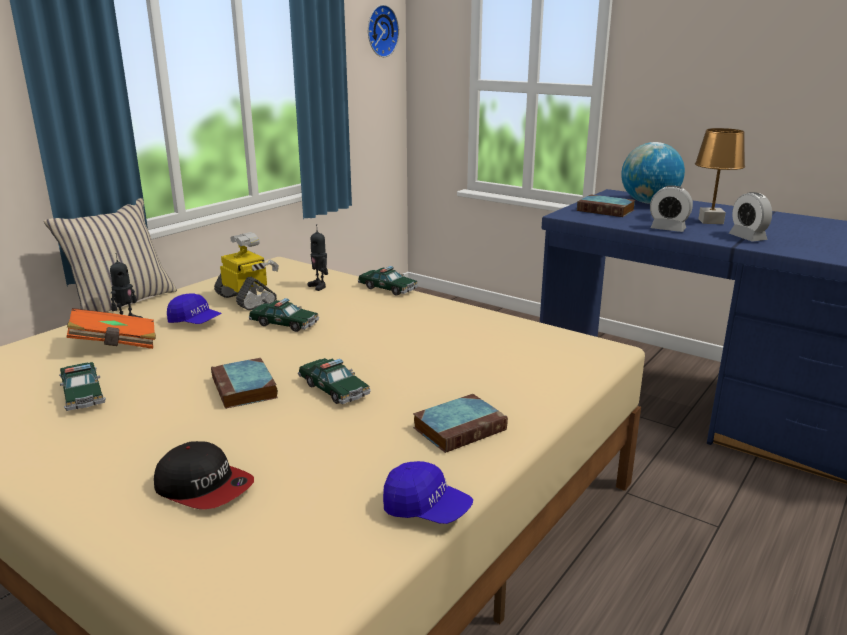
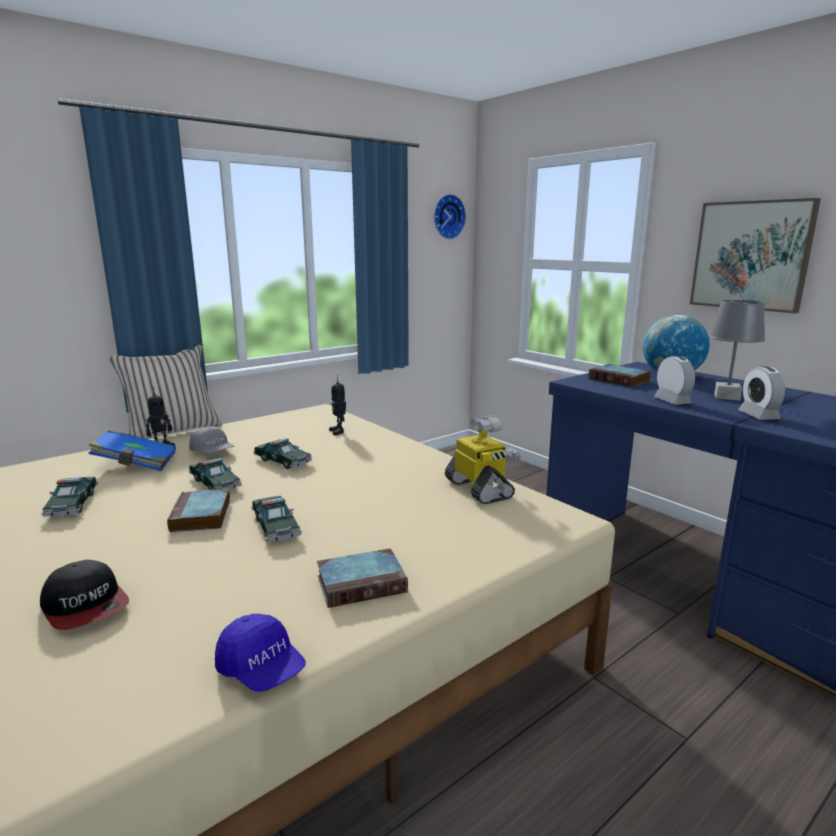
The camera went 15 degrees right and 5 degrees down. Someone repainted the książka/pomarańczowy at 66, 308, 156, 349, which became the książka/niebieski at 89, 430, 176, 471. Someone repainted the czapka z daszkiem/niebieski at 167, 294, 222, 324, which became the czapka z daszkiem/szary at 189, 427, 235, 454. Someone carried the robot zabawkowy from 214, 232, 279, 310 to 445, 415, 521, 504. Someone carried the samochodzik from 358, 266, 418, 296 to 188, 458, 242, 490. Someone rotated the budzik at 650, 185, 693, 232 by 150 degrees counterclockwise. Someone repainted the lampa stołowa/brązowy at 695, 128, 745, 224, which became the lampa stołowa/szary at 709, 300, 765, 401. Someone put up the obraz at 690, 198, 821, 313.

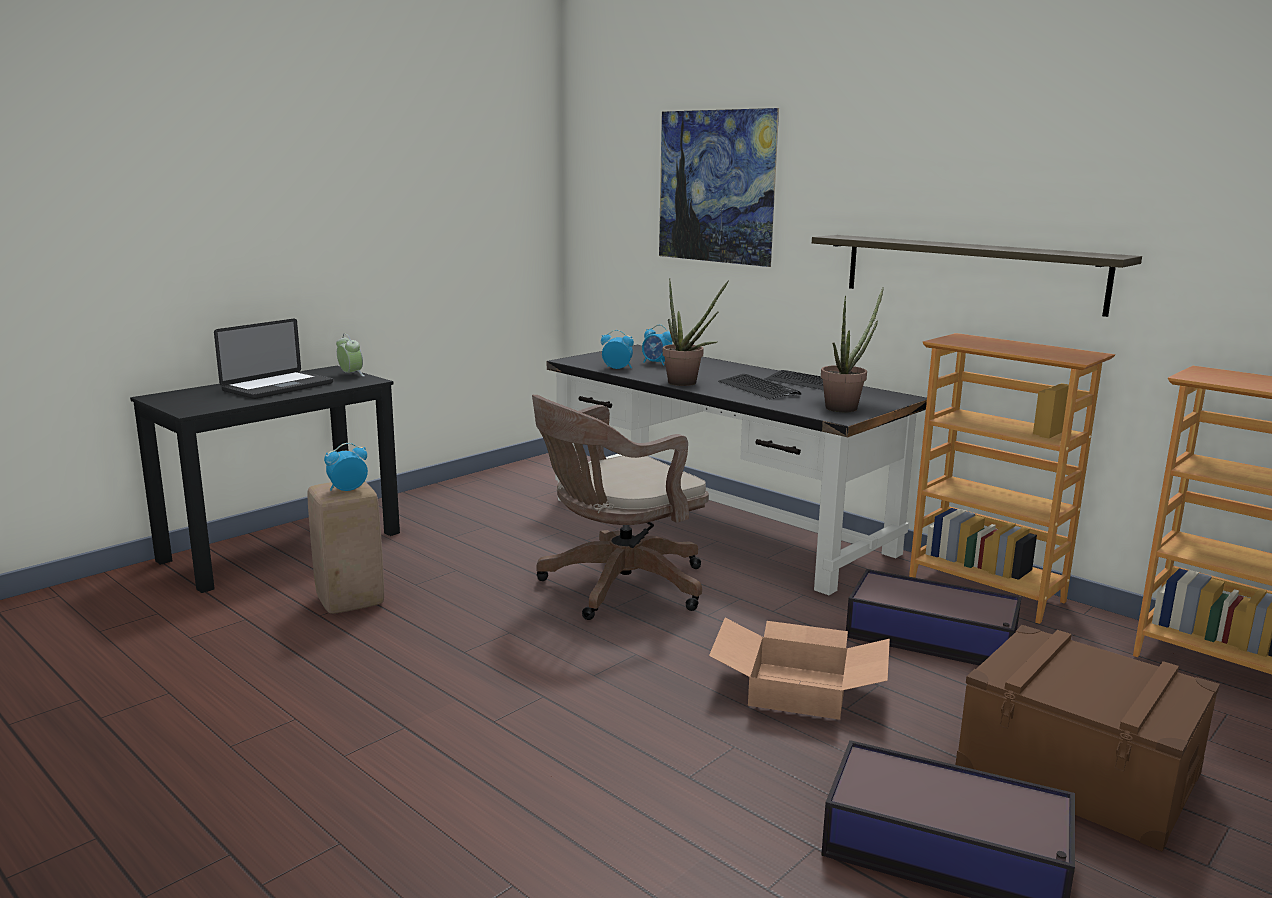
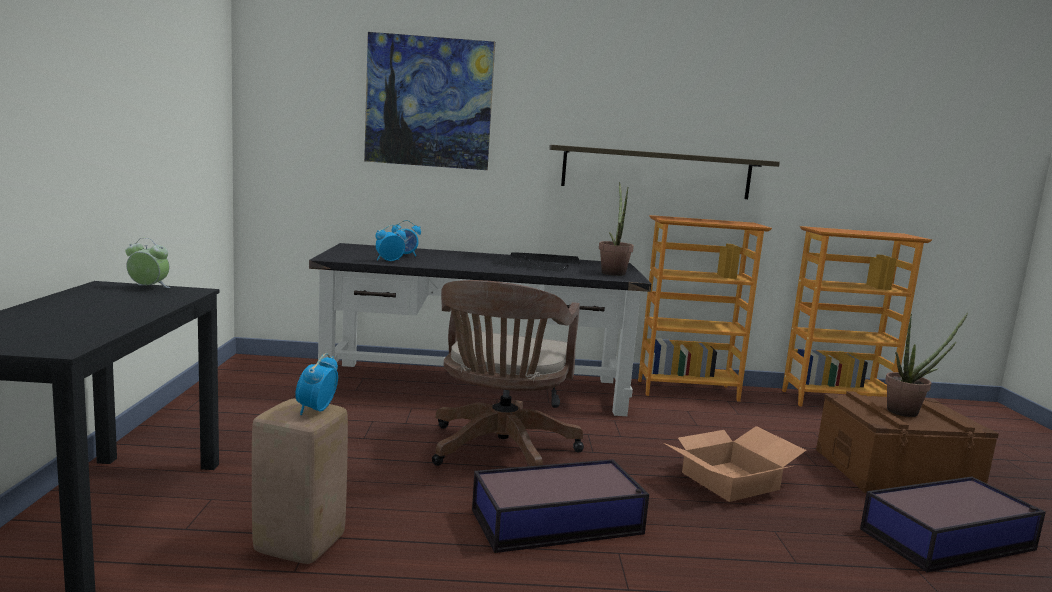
The camera went 45 degrees left and 5 degrees down. Someone took away the laptop at 214, 319, 333, 399. Someone carried the roślina doniczkowa from 663, 278, 729, 386 to 885, 313, 968, 417. Someone carried the pojemnik do przechowywania from 846, 569, 1022, 666 to 472, 459, 649, 553.

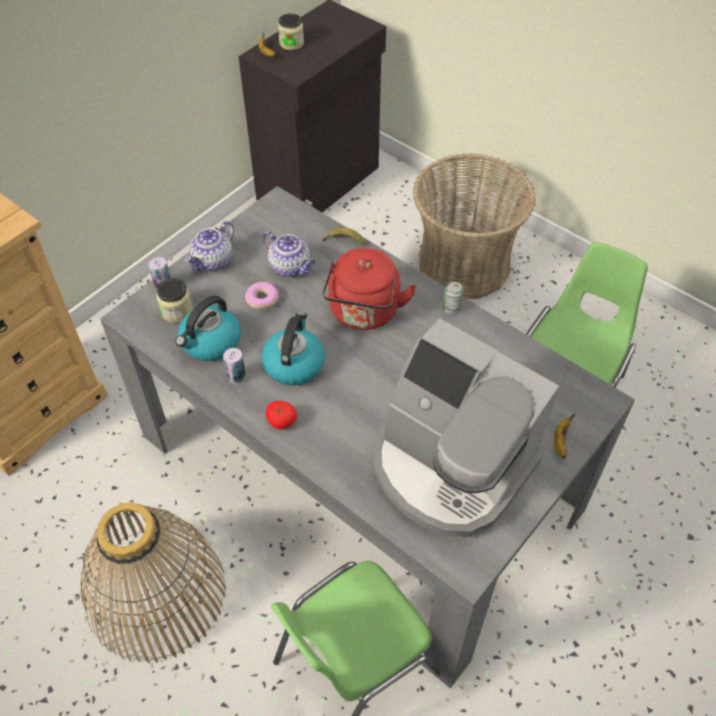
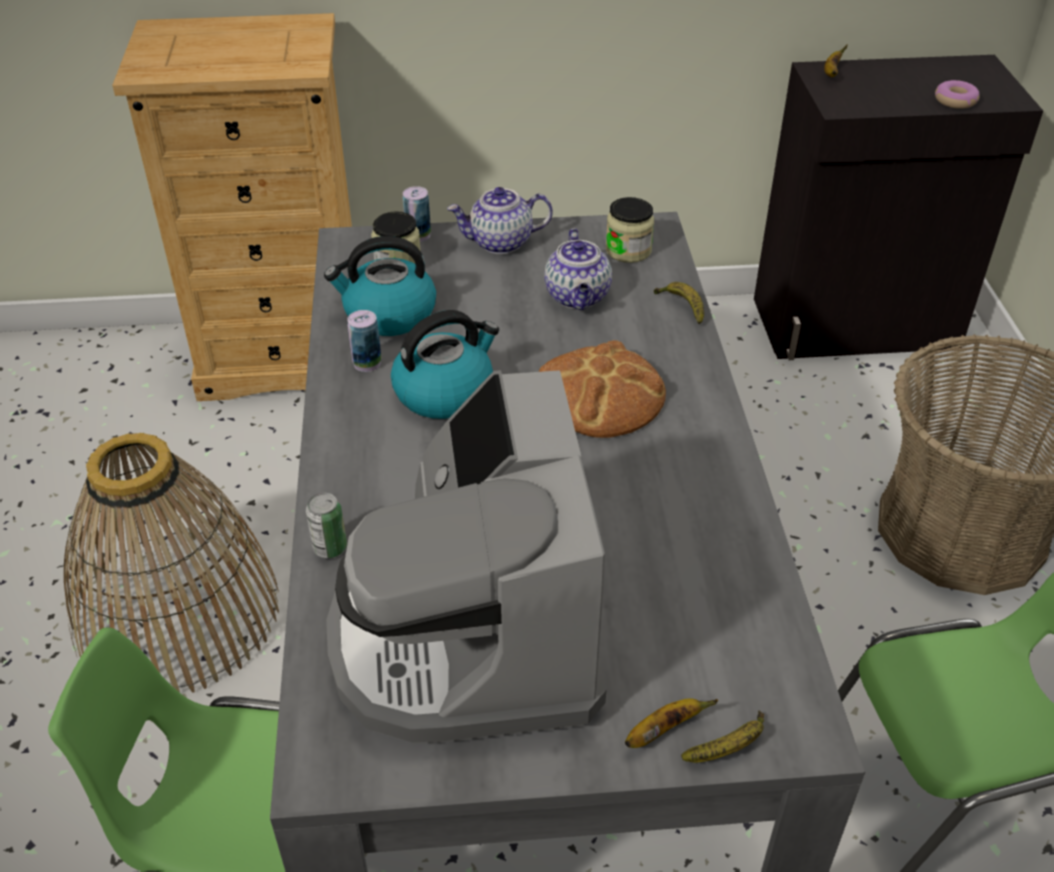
The camera went 45 degrees right and 10 degrees down. Someone carried the donut from 245, 282, 279, 310 to 935, 80, 980, 109. Someone took away the pomidor at 266, 401, 297, 429. Someone carried the słoik from 278, 13, 304, 50 to 606, 197, 654, 263. Someone swapped the czajnik/czerwony at 322, 248, 416, 330 for the chleb at 539, 340, 666, 438. Someone carried the puszka from 443, 282, 463, 315 to 306, 493, 347, 558. Someone put down the banan at 681, 711, 764, 763.

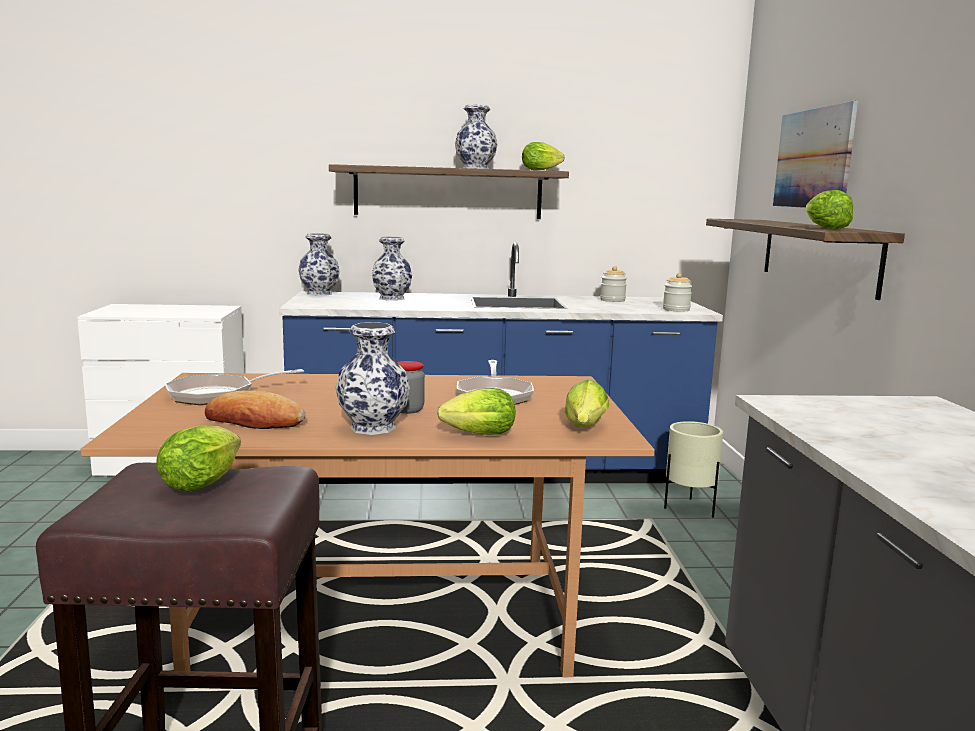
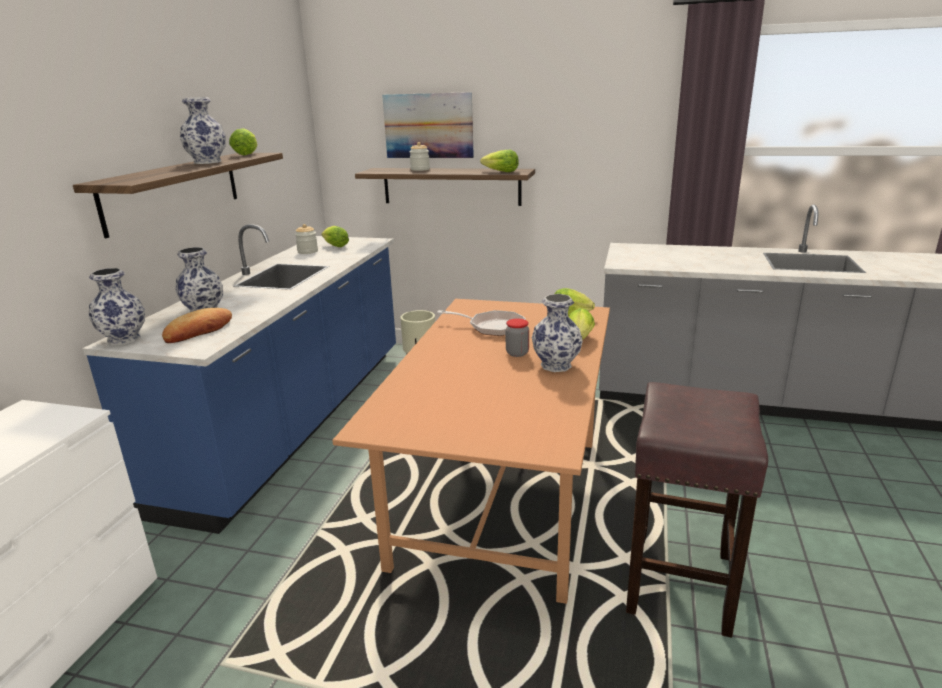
The camera went 70 degrees left and 10 degrees up. Someone carried the sałata from 156, 426, 241, 492 to 322, 226, 349, 247. Someone took away the patelnia at 165, 369, 304, 405. Someone carried the chleb from 205, 390, 305, 429 to 162, 308, 232, 343. Someone carried the słoik from 663, 273, 692, 312 to 409, 142, 430, 171.

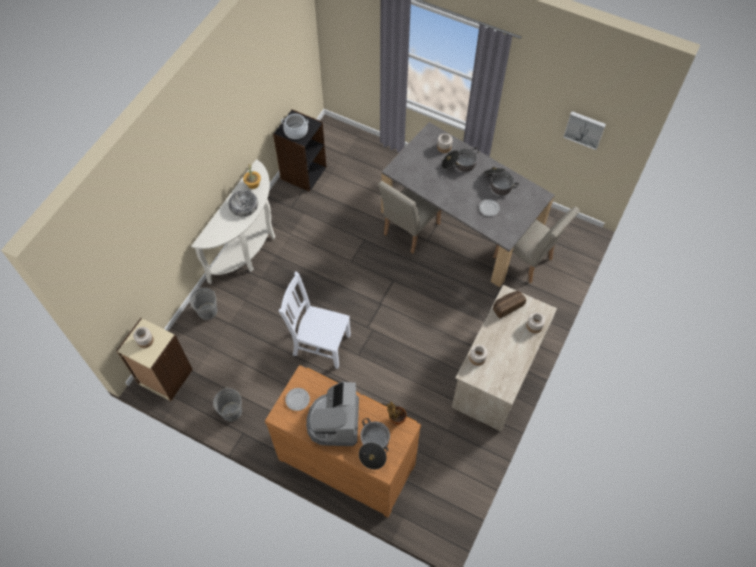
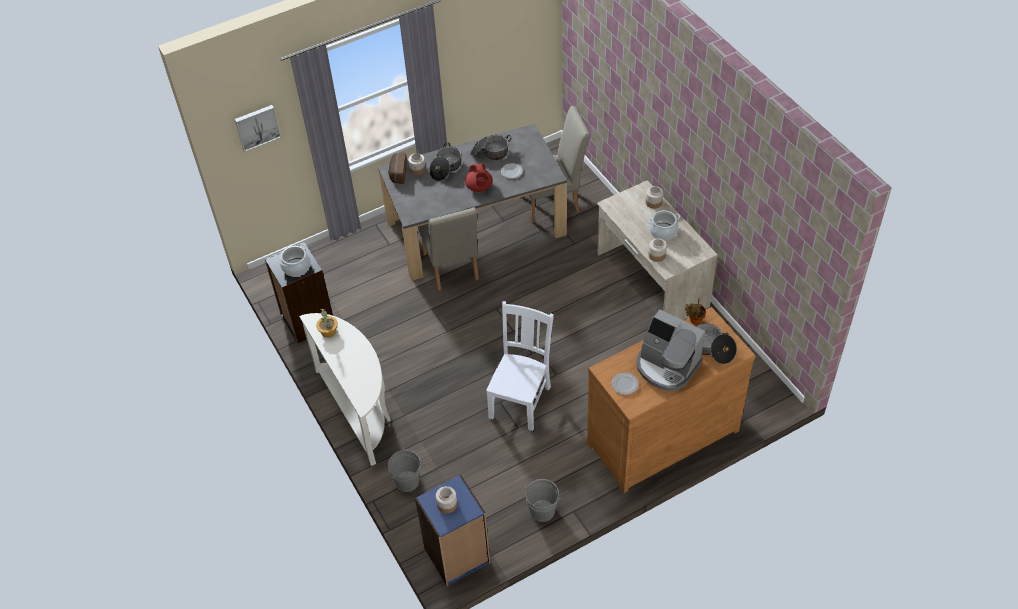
The camera went 55 degrees left and 10 degrees down. Someone repainted the regał/beżowy at 116, 318, 193, 401, which became the regał/niebieski at 415, 475, 491, 586. Someone took away the miska at 229, 190, 258, 217. Someone rotated the krzesło/biały at 279, 271, 351, 369 by 150 degrees clockwise. Someone carried the chleb from 493, 291, 526, 318 to 388, 152, 407, 184. Someone carried the obraz from 563, 111, 606, 150 to 235, 105, 281, 152. Someone put down the imbryk/czerwony at 465, 163, 493, 192. Someone put down the garnek at 649, 210, 680, 240.

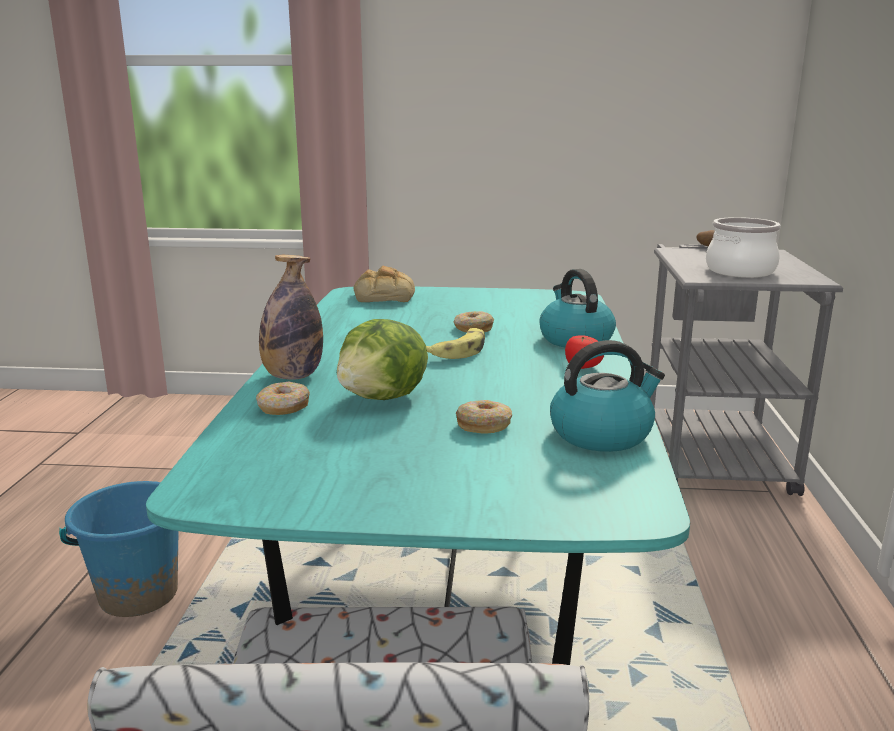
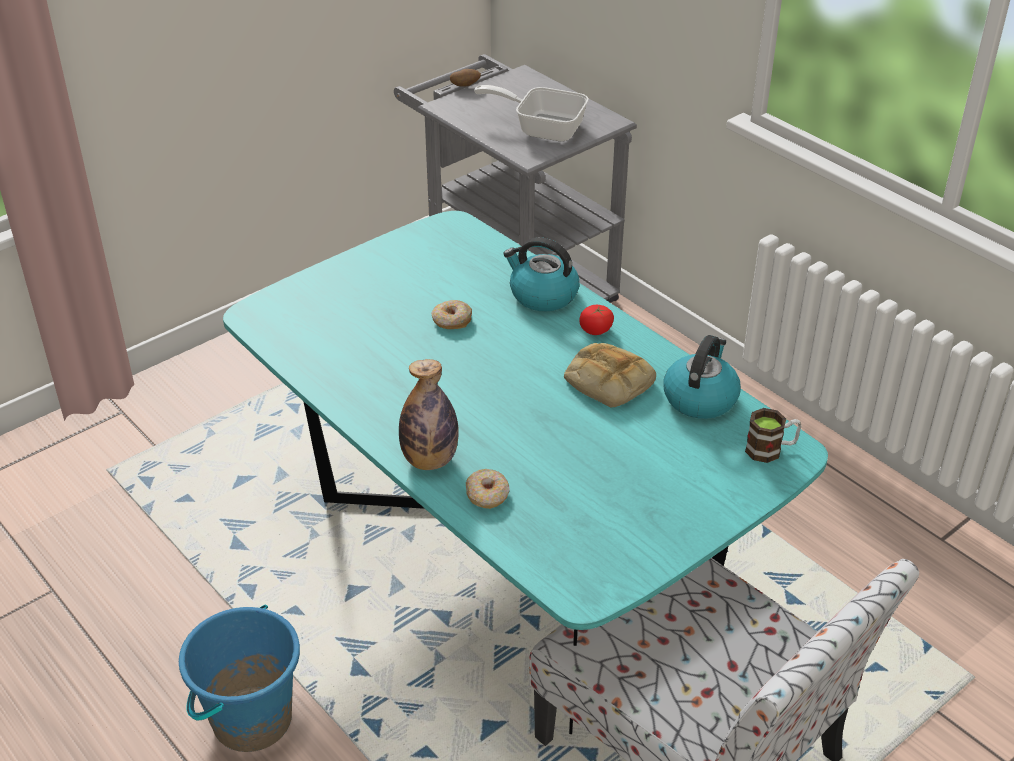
The camera went 45 degrees left and 20 degrees up. Someone took away the sałata at 337, 319, 428, 400. Someone carried the chleb from 353, 266, 415, 302 to 564, 343, 656, 407. Someone took away the banan at 426, 328, 485, 359. Someone took away the donut at 456, 400, 512, 433. Someone swapped the garnek at 706, 217, 781, 278 for the patelnia at 474, 85, 589, 142. Someone put down the kubek at 745, 408, 801, 463.

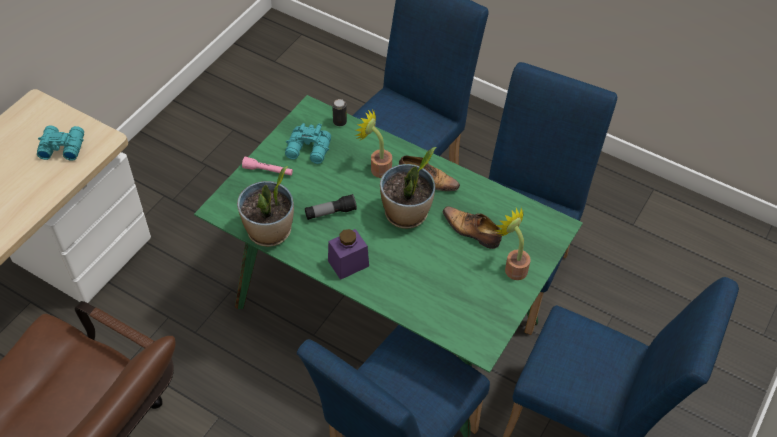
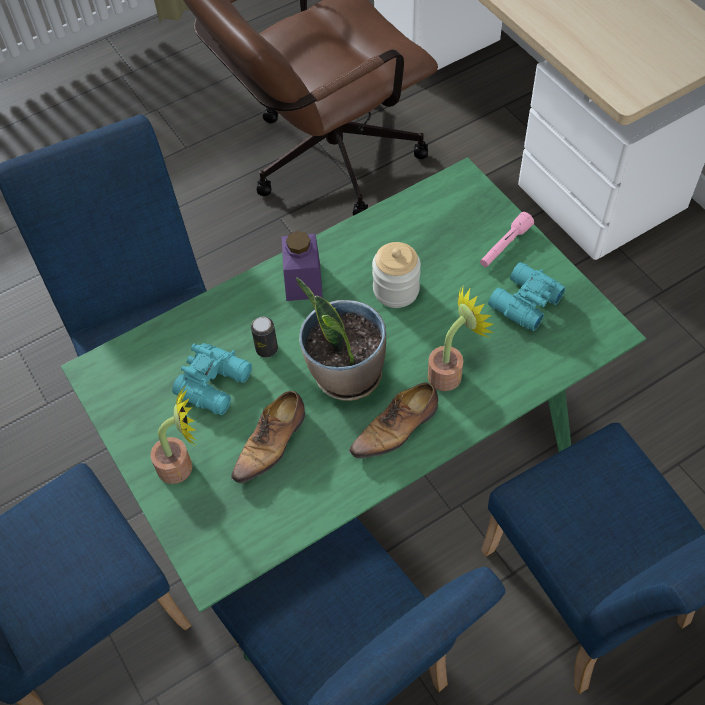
The camera went 120 degrees right and 5 degrees up. Someone carried the lornetka/turkusowy from 37, 125, 84, 161 to 172, 343, 252, 415. Someone took away the roślina doniczkowa at 237, 166, 294, 247. Someone swapped the latarka at 305, 194, 357, 220 for the słoik at 372, 242, 421, 308. Someone carried the puszka from 332, 99, 347, 126 to 251, 317, 278, 358. Someone rotated the but at 443, 206, 502, 249 by 150 degrees clockwise.

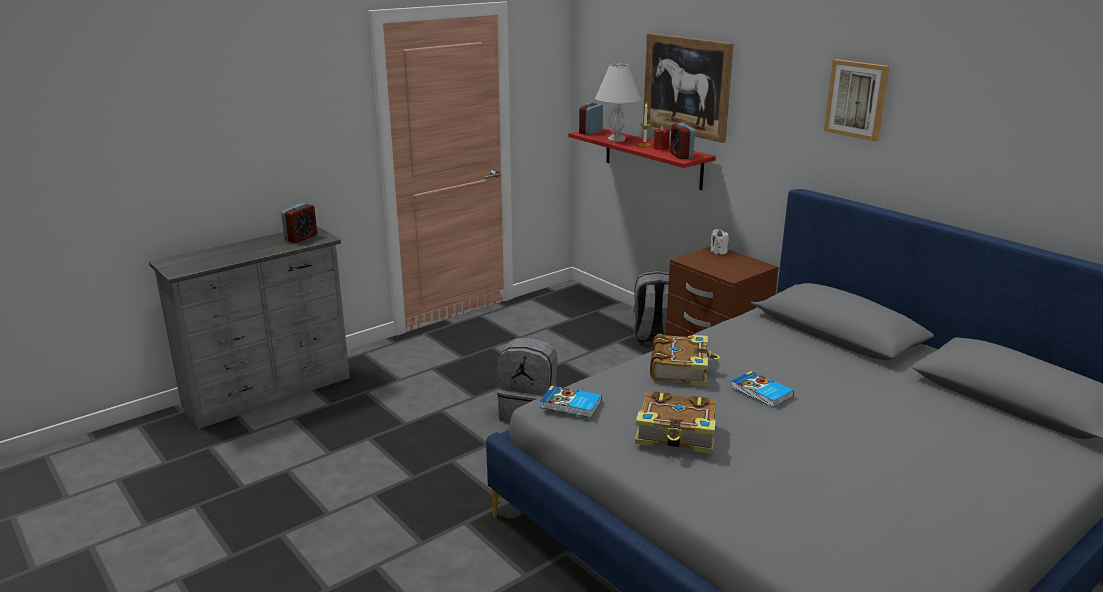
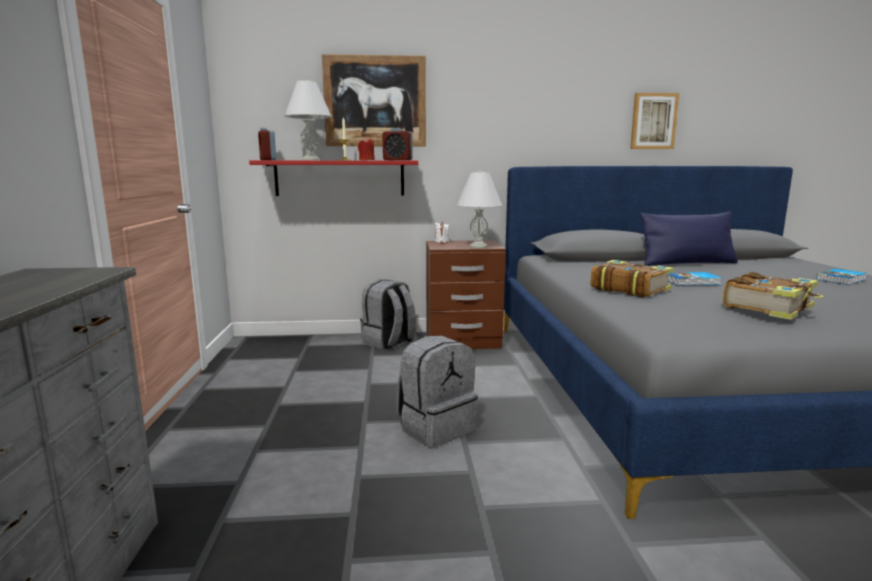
The camera went 55 degrees left and 10 degrees down. Someone took away the budzik at 281, 203, 317, 243. Someone carried the książka from 540, 385, 602, 418 to 816, 269, 867, 285. Someone carried the obraz from 824, 59, 890, 141 to 630, 93, 679, 149. Someone put down the lampa stołowa/biały at 456, 171, 502, 248. Someone put down the poduszka/niebieski at 640, 212, 738, 266.

